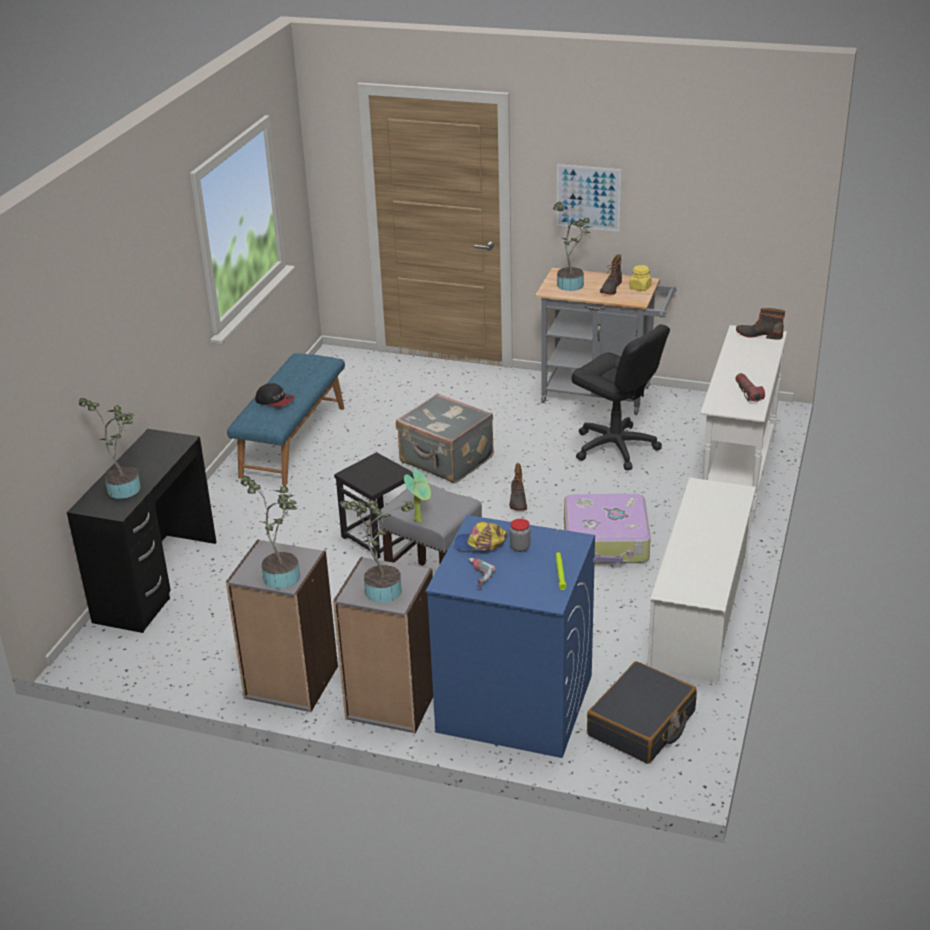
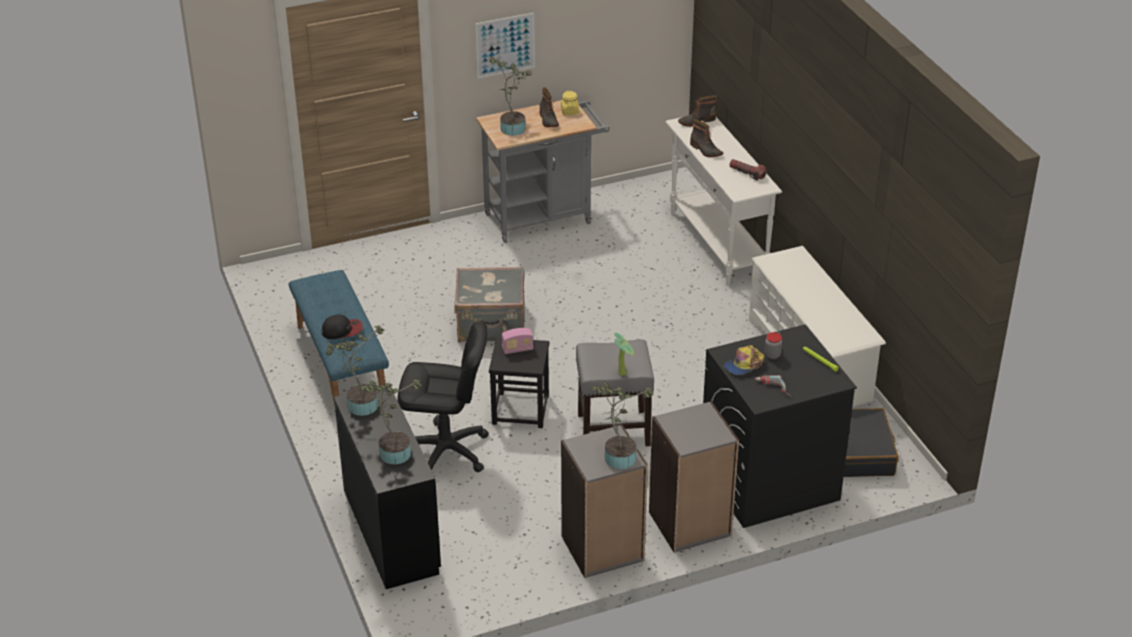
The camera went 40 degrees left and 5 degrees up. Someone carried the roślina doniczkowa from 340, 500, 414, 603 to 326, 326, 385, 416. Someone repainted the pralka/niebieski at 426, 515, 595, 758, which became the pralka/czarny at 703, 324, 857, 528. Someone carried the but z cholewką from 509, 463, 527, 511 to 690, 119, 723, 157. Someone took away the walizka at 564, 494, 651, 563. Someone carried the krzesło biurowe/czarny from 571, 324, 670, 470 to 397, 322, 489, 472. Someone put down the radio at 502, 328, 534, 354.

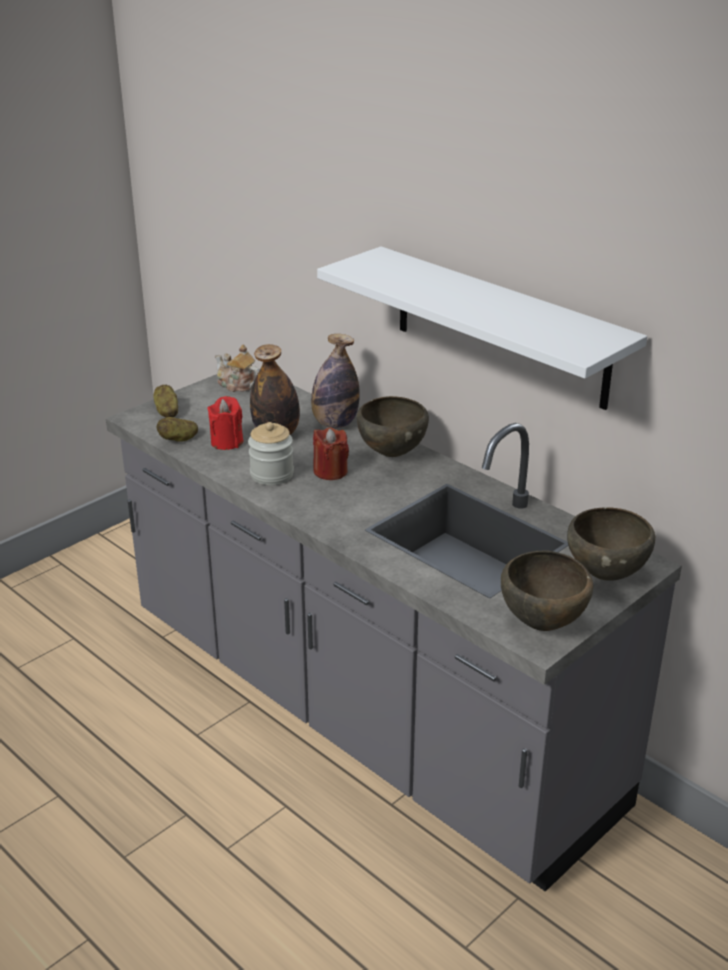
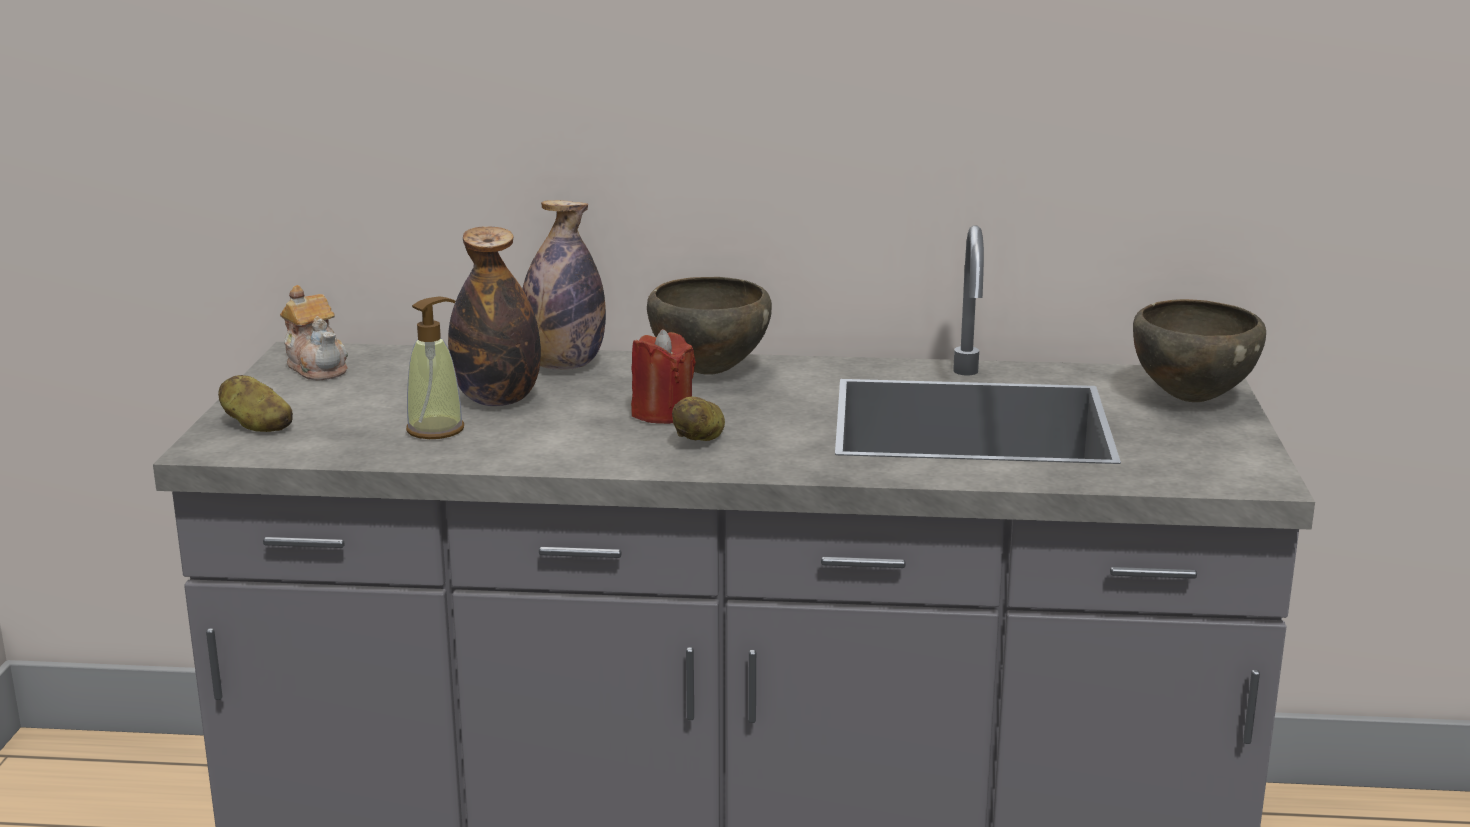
The camera went 40 degrees left and 10 degrees down. Someone carried the ziemniak from 157, 417, 198, 442 to 672, 397, 725, 441. Someone swapped the świeca/czerwony at 207, 396, 243, 450 for the dozownik mydła at 406, 296, 464, 439. Someone rotated the imbryk at 215, 344, 260, 392 by 120 degrees counterclockwise. Someone took away the słoik at 248, 422, 294, 485. Someone took away the półka/biały at 317, 246, 647, 410. Someone took away the miska/brązowy at 501, 551, 593, 631.

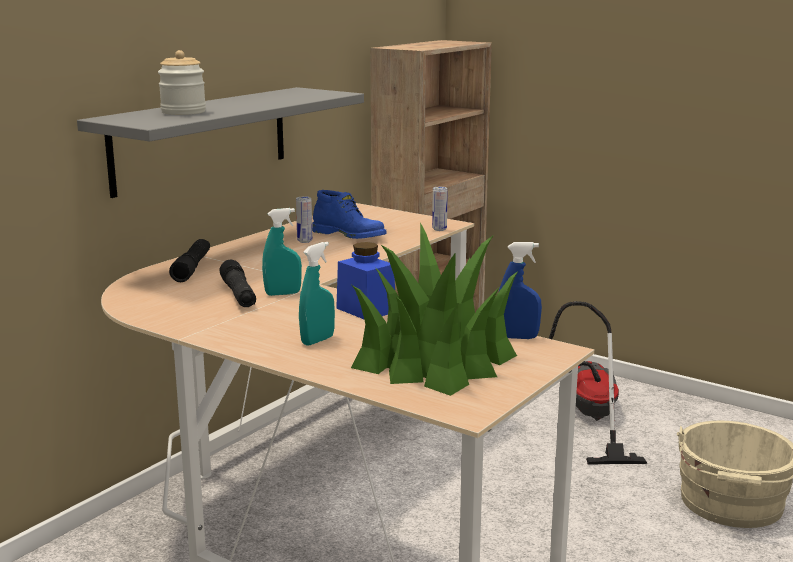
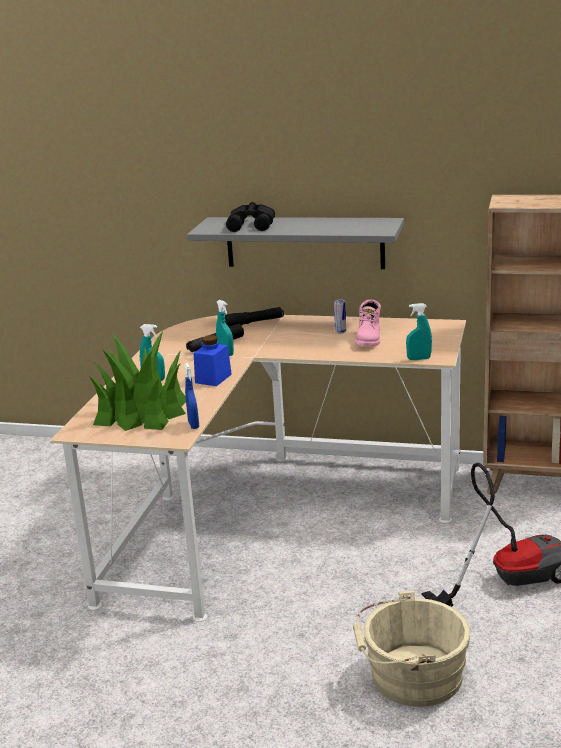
The camera went 70 degrees right and 5 degrees up. Someone swapped the słoik at 158, 50, 206, 115 for the lornetka/czarny at 226, 202, 275, 232. Someone repainted the but z cholewką/niebieski at 312, 190, 387, 239, which became the but z cholewką/różowy at 355, 300, 381, 346. Someone swapped the puszka at 432, 187, 448, 231 for the spryskiwacz/turkusowy at 406, 303, 432, 360.

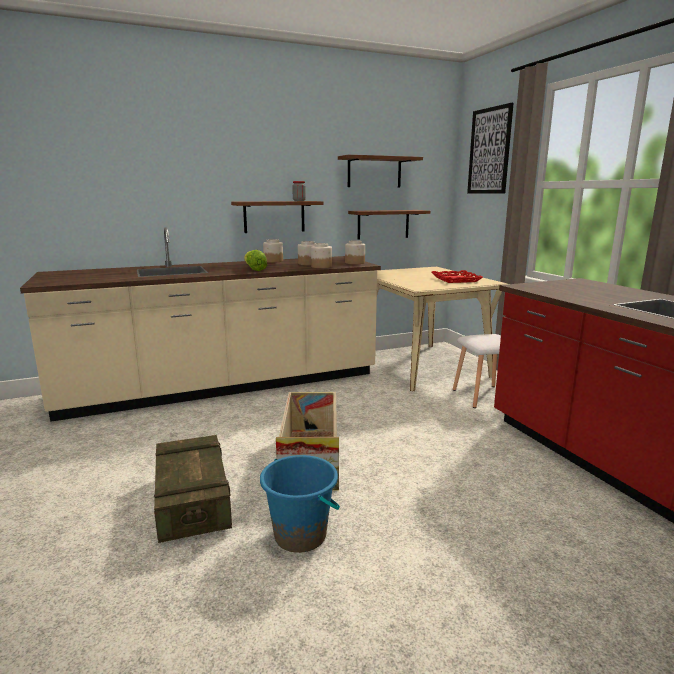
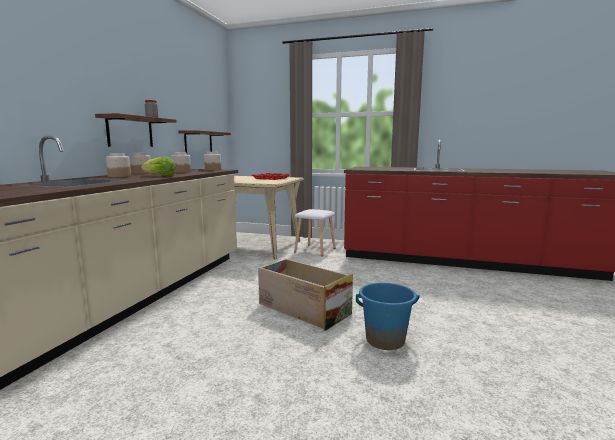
The camera went 50 degrees left and 5 degrees down. Someone took away the skrzynka at 154, 435, 232, 543. Someone carried the słoik from 311, 243, 332, 268 to 106, 153, 131, 177. Someone took away the półka at 338, 155, 423, 188. Someone took away the obraz at 467, 103, 514, 194.

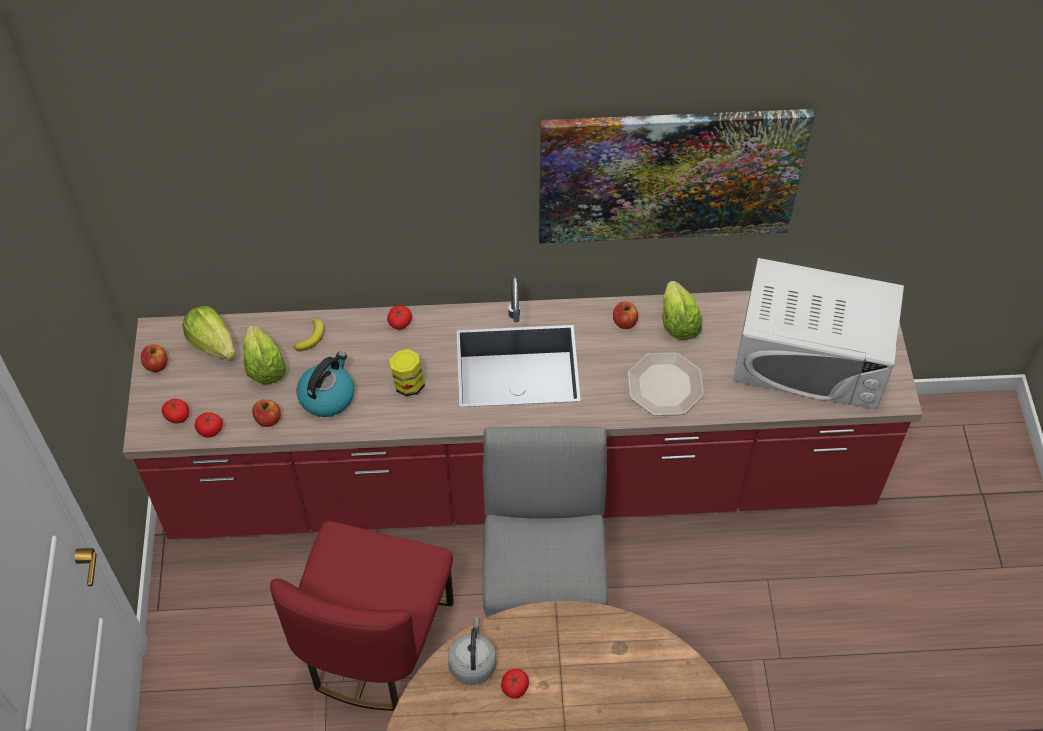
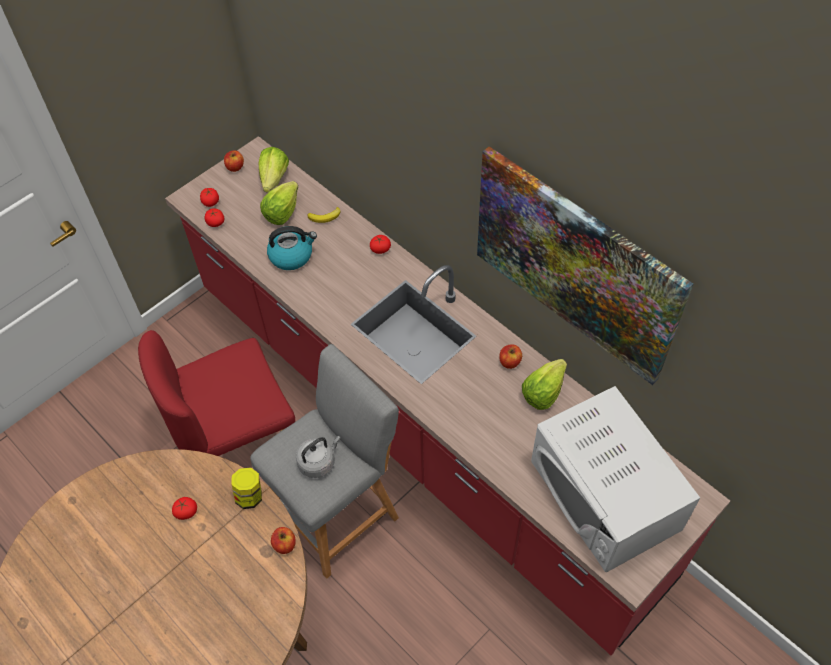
The camera went 50 degrees right and 0 degrees up. Someone carried the jabłko from 252, 399, 281, 427 to 271, 527, 296, 554. Someone carried the słoik from 389, 349, 425, 396 to 232, 467, 262, 509. Someone carried the czajnik/szary from 448, 617, 497, 685 to 296, 436, 341, 478. Someone took away the talerz at 627, 352, 704, 416.

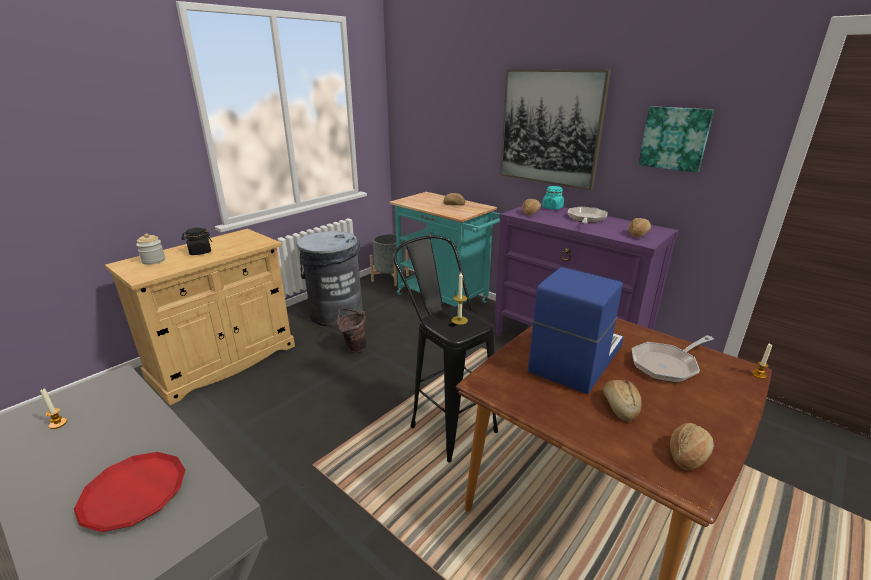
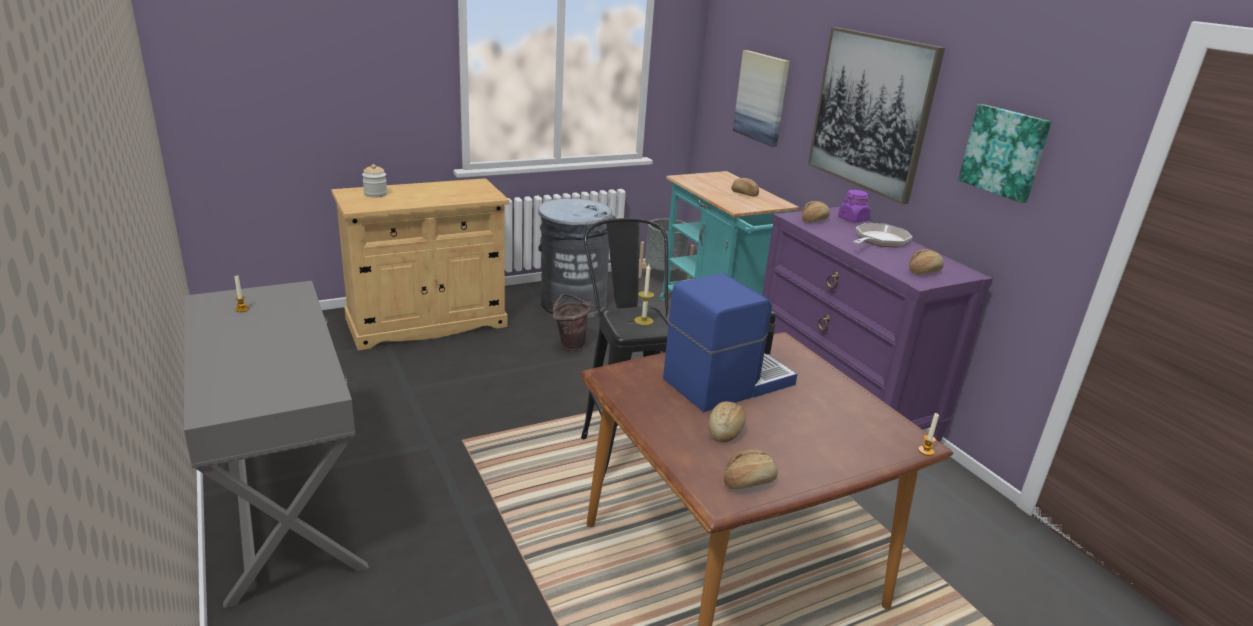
The camera went 20 degrees right and 0 degrees up. Someone took away the talerz/czerwony at 74, 452, 185, 532. Someone took away the słoik/czarny at 182, 228, 212, 255. Someone repainted the słoik/turkusowy at 542, 186, 564, 210, which became the słoik/fioletowy at 838, 190, 870, 222. Someone took away the patelnia at 632, 335, 714, 383. Someone put up the obraz at 733, 50, 790, 147.

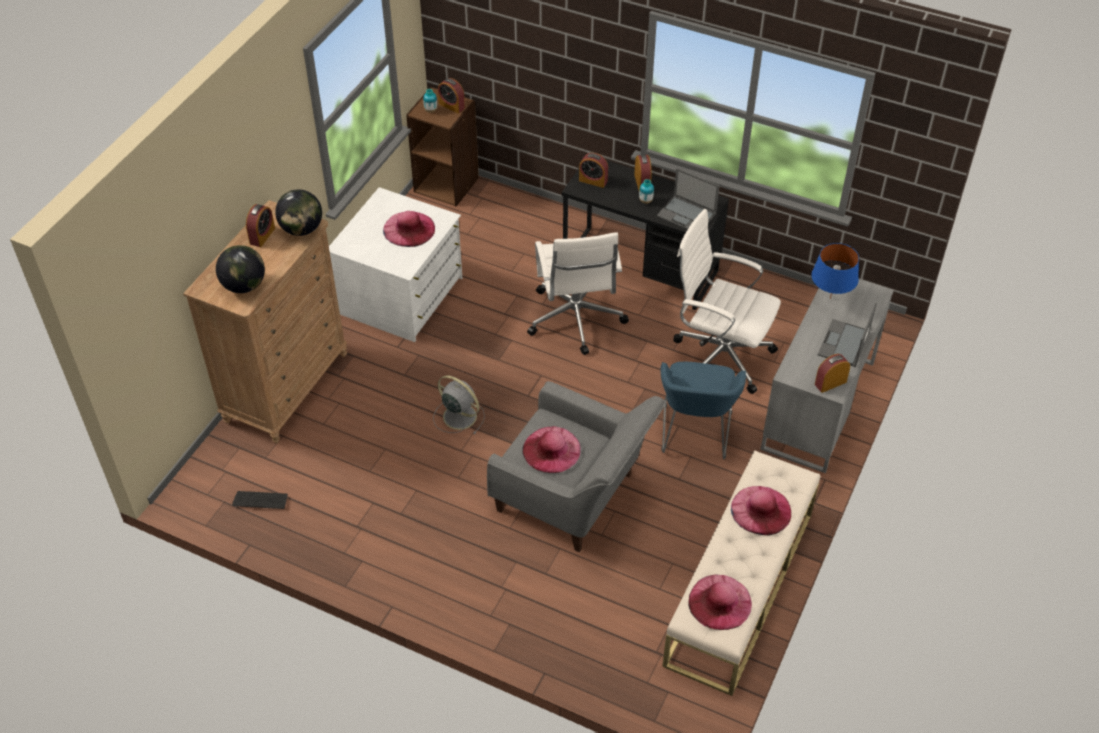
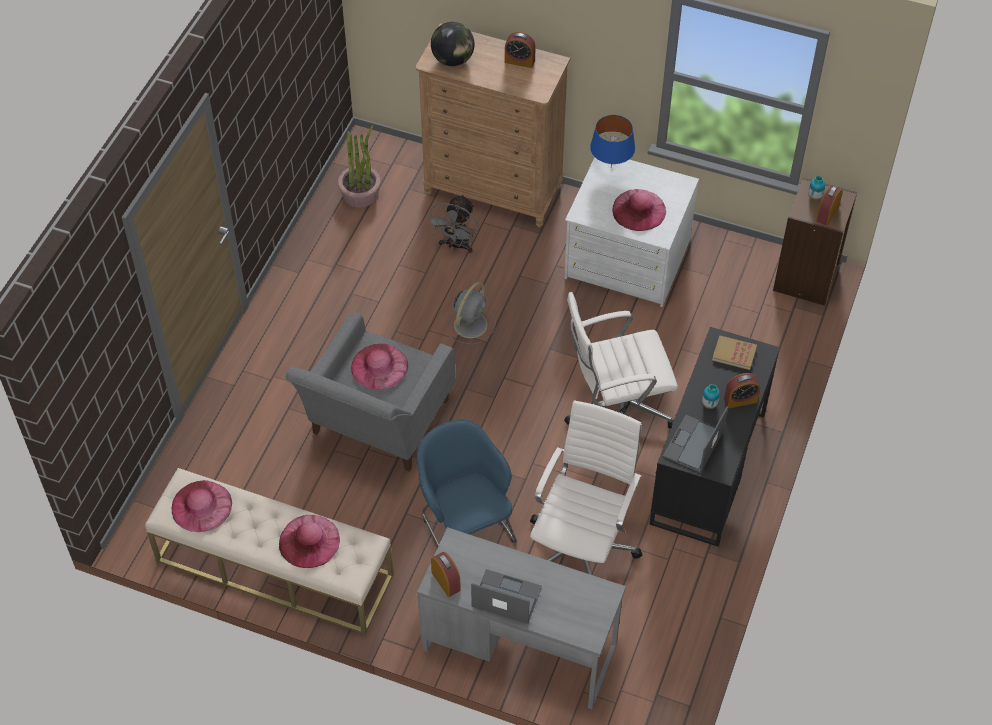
The camera went 85 degrees right and 5 degrees up. Someone swapped the klawiatura at 232, 491, 288, 509 for the roślina doniczkowa at 338, 125, 381, 208. Someone took away the globus at 275, 189, 322, 236. Someone swapped the budzik at 579, 153, 608, 188 for the książka at 712, 335, 757, 370. Someone rotated the fotel/niebieski at 661, 362, 746, 460 by 60 degrees clockwise. Someone carried the lampa stołowa/niebieski from 811, 243, 859, 299 to 590, 115, 635, 168. Someone put down the wentylator/szary at 426, 194, 478, 253.

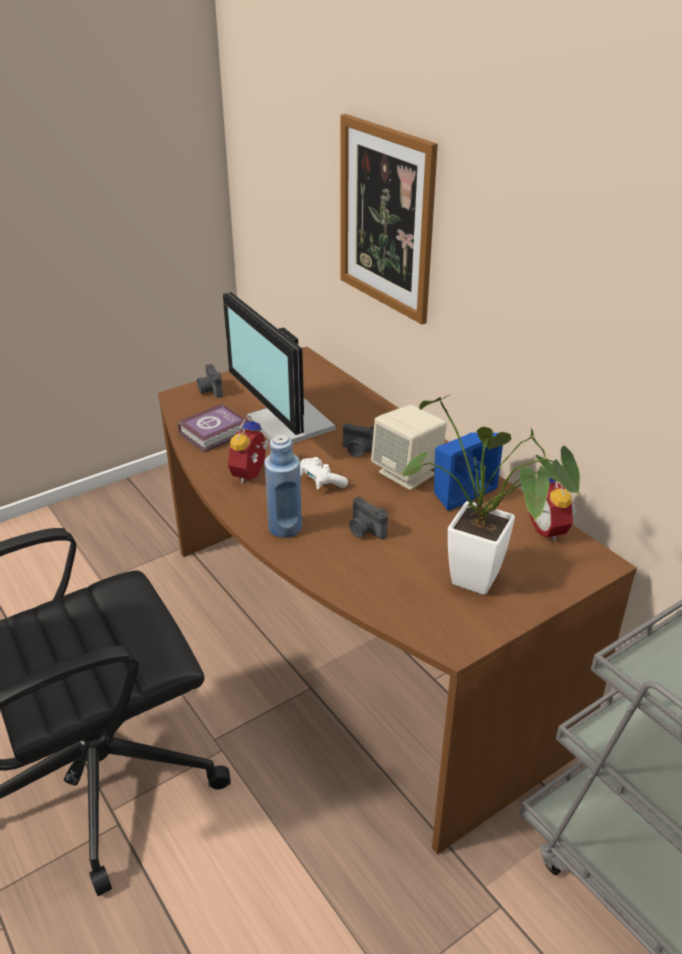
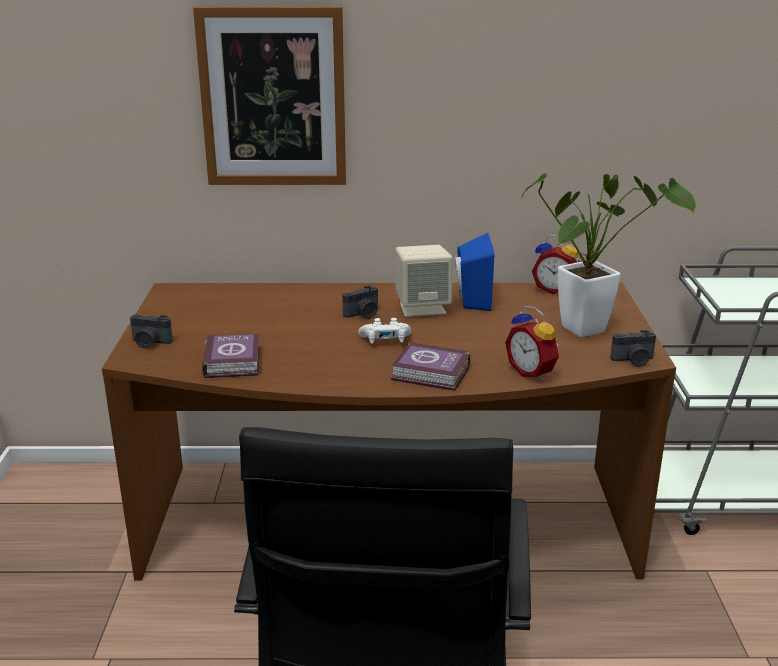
The camera went 55 degrees left and 10 degrees down. Someone took away the monitor at 223, 292, 336, 443. Someone carried the budzik from 228, 416, 270, 483 to 505, 306, 559, 381. Someone swapped the butelka/niebieski at 264, 435, 302, 538 for the książka at 391, 342, 470, 391. Someone carried the aparat fotograficzny from 349, 497, 388, 539 to 610, 330, 656, 367.

